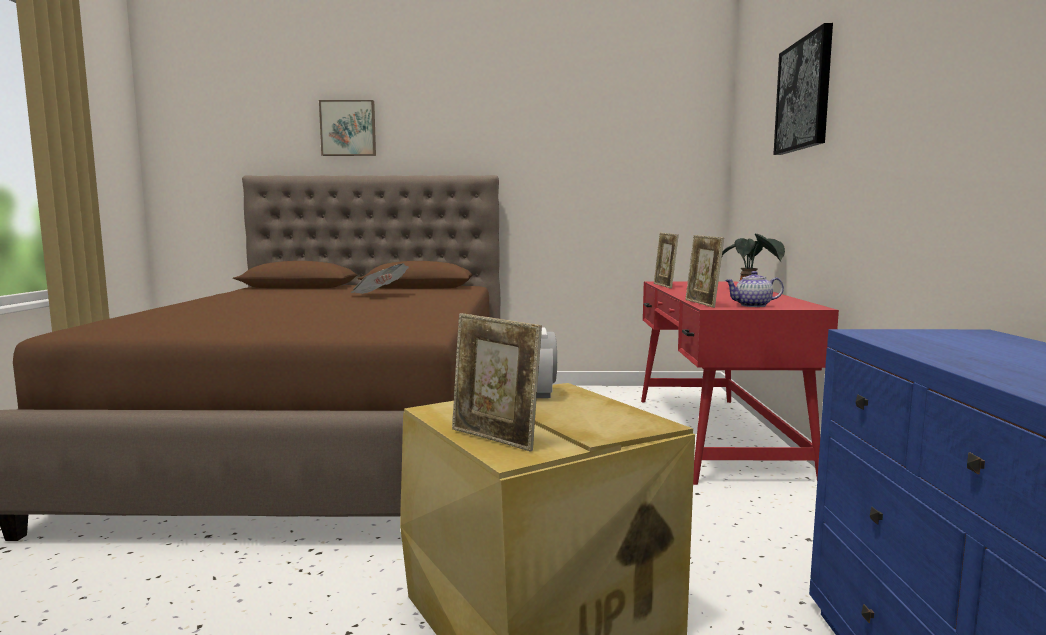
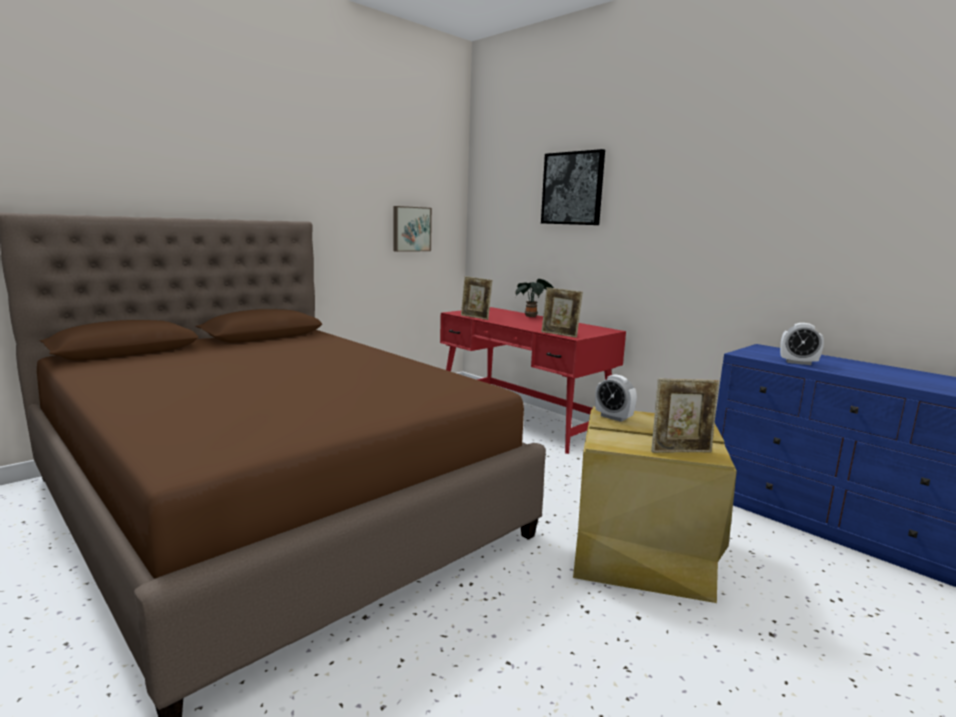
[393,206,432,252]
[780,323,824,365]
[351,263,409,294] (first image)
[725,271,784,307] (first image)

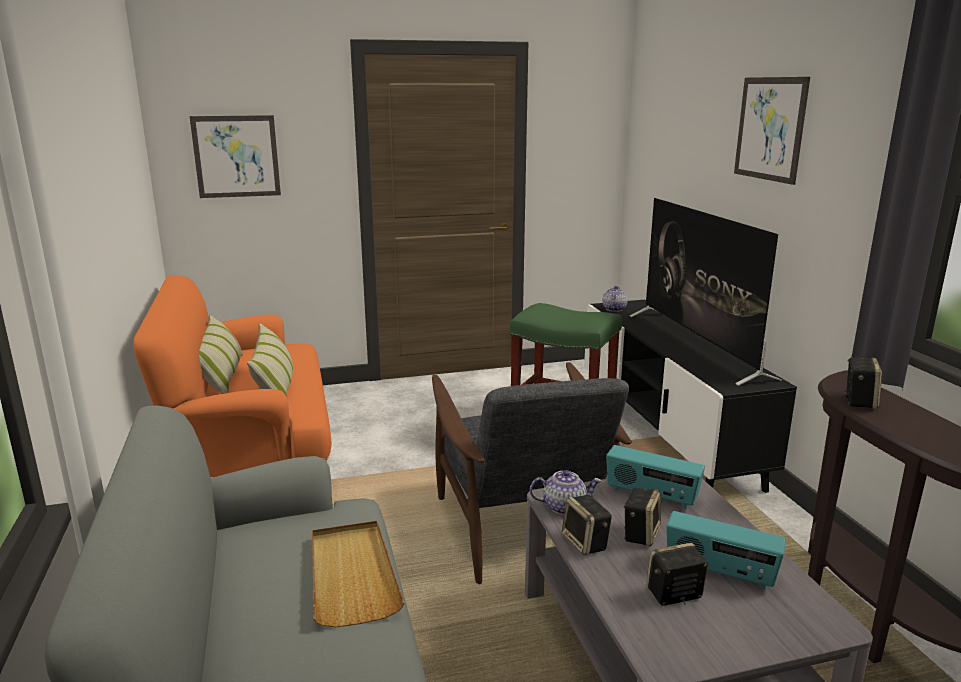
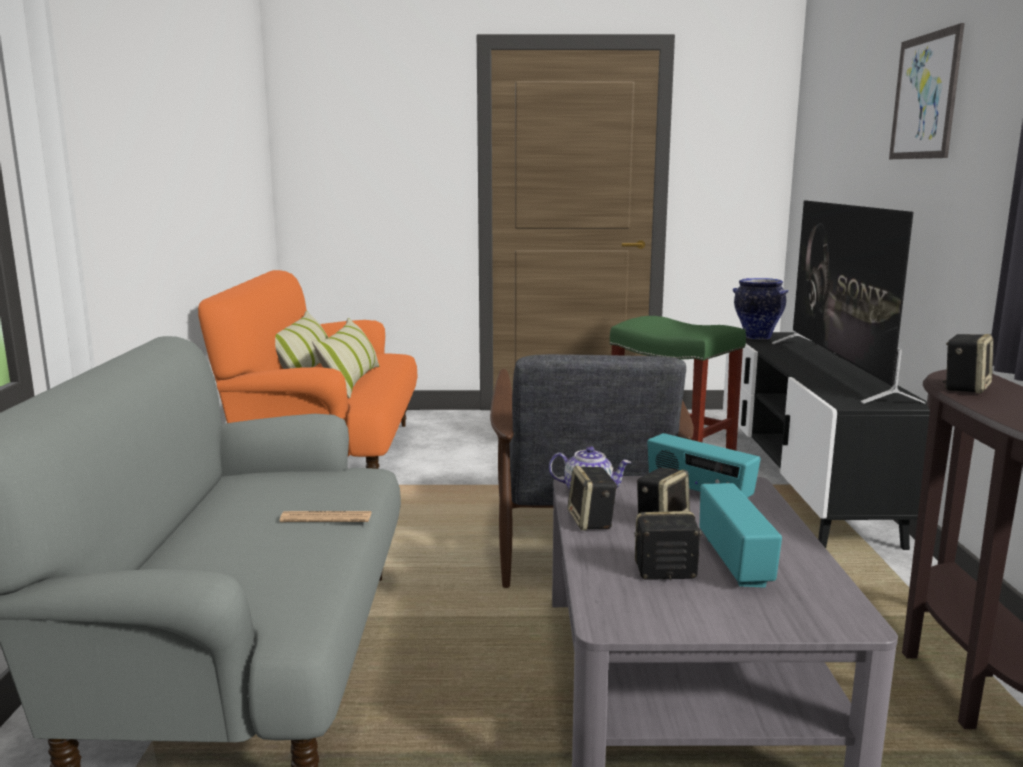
[280,511,371,522]
[700,483,782,588]
[733,278,788,340]
[190,115,281,198] (first image)

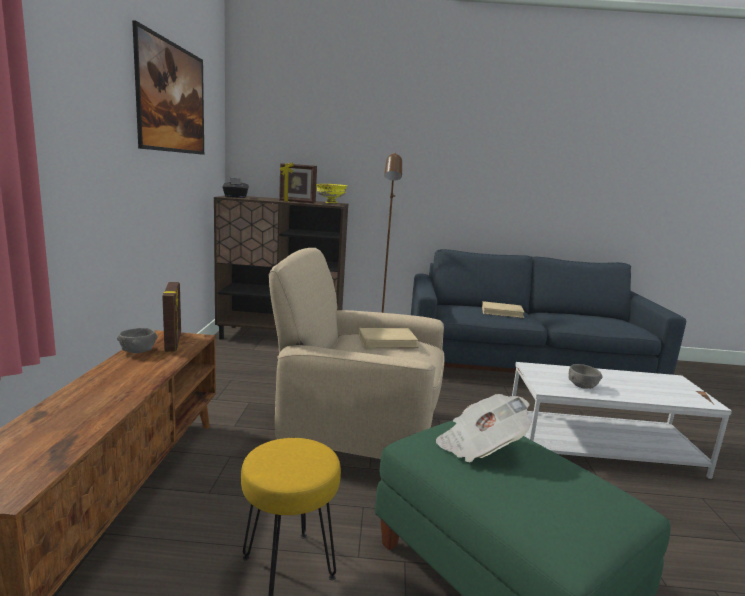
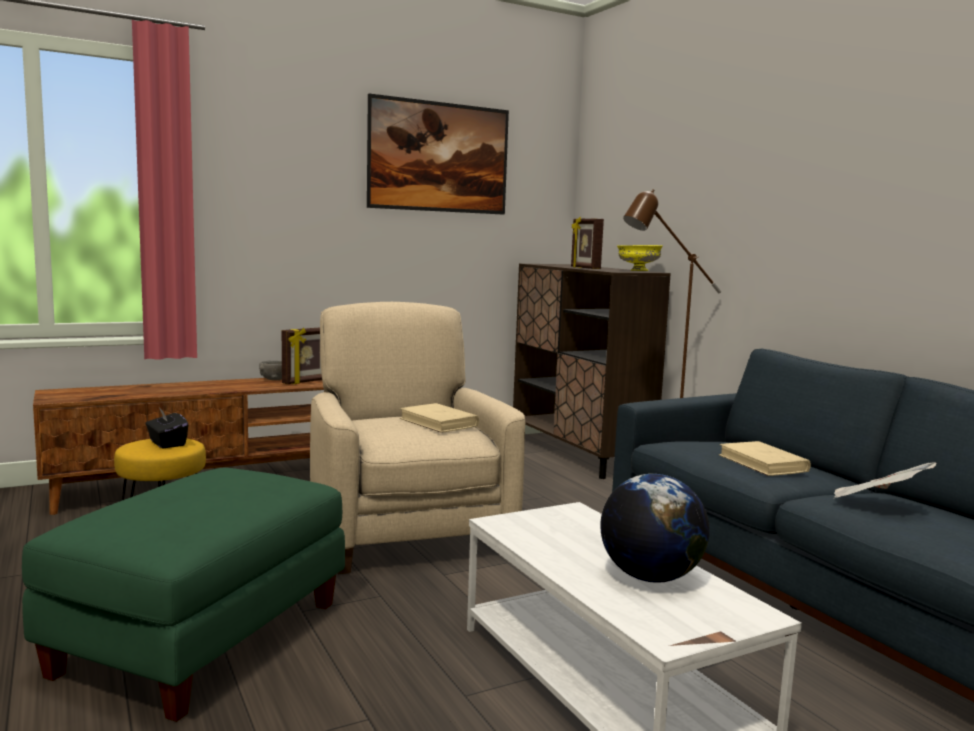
[146,408,188,449]
[600,474,710,583]
[833,462,937,499]
[569,364,602,389] (first image)

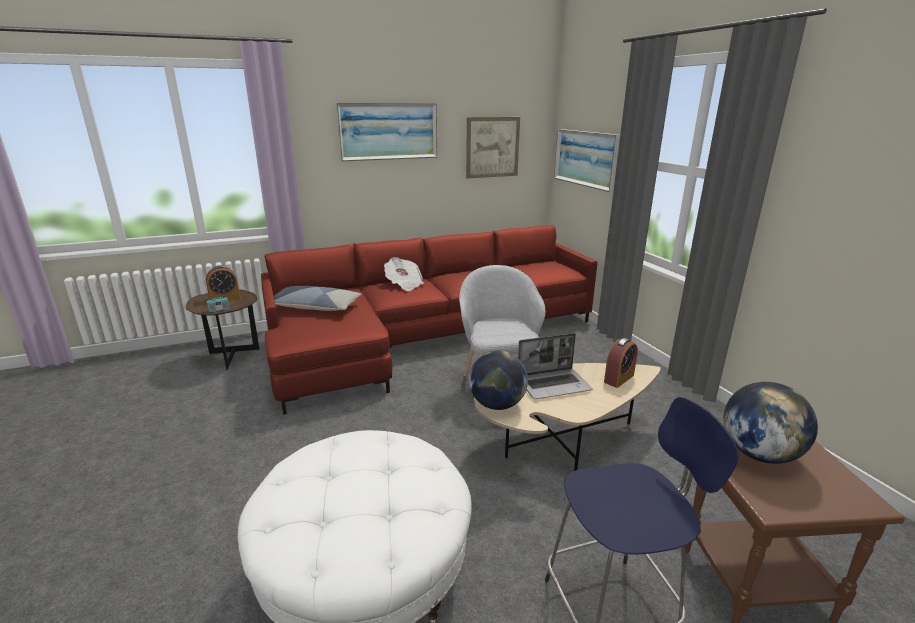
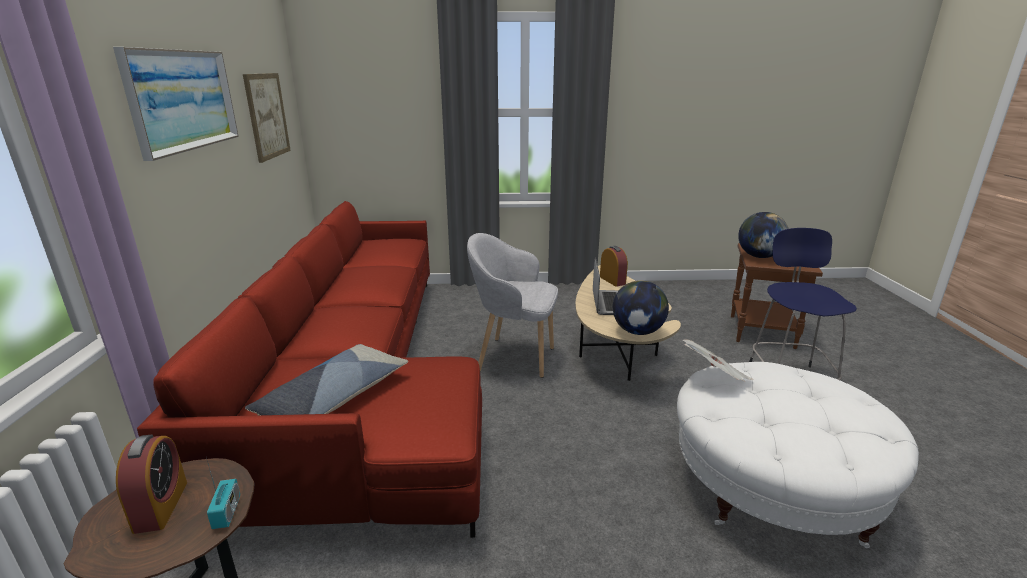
[682,339,754,382]
[554,129,620,192] (first image)

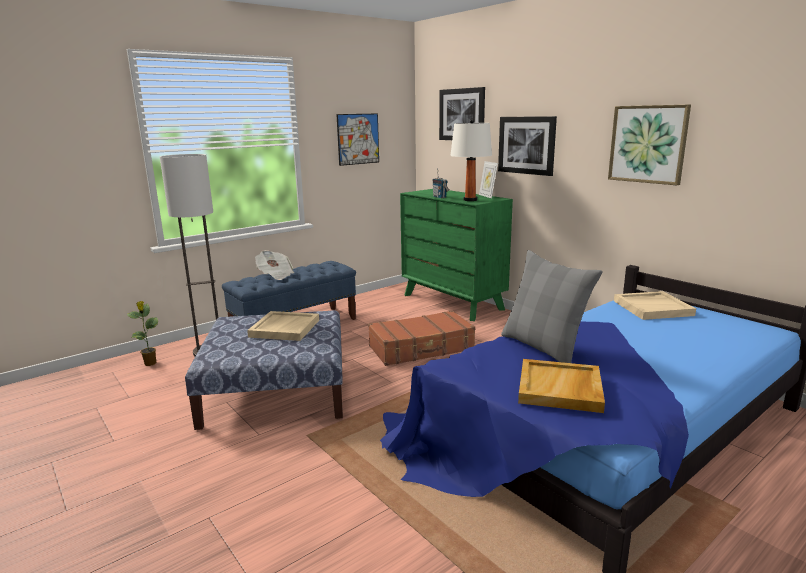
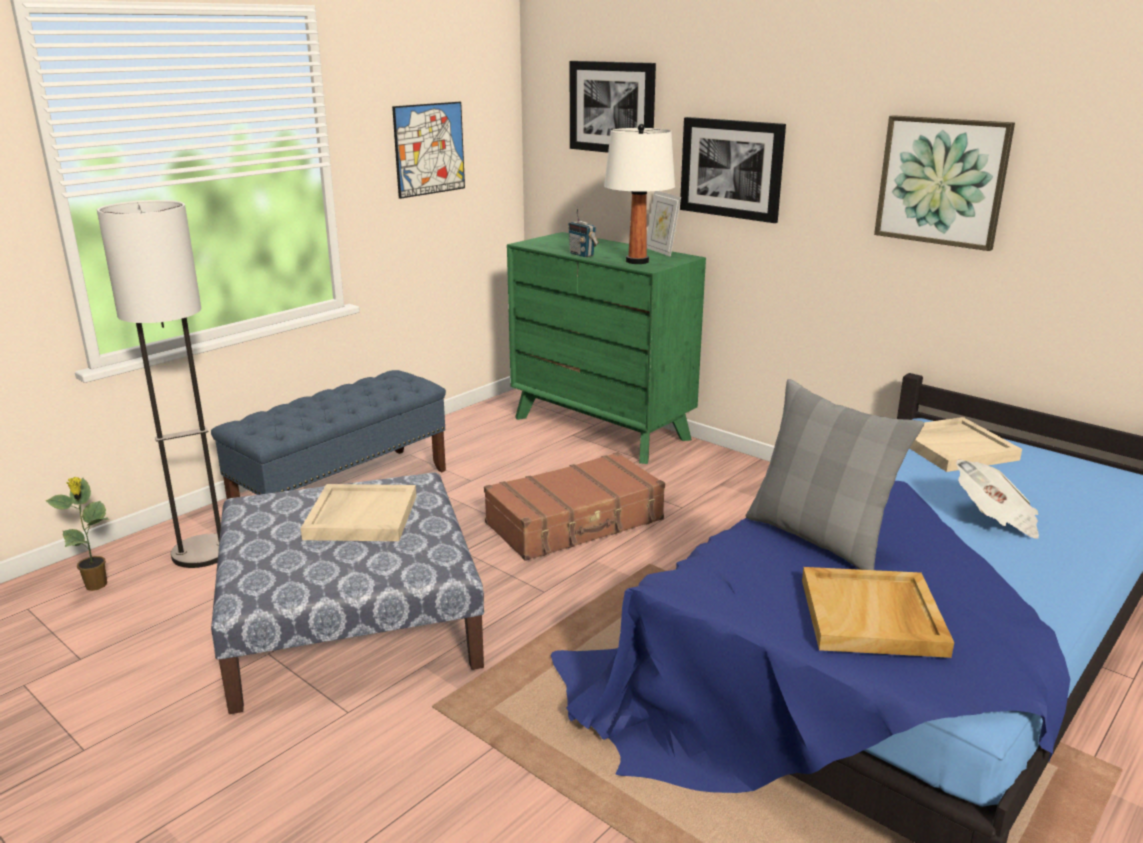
[956,459,1039,539]

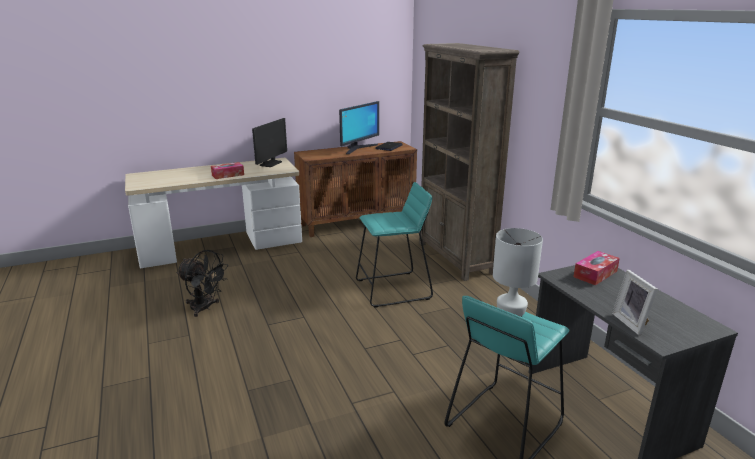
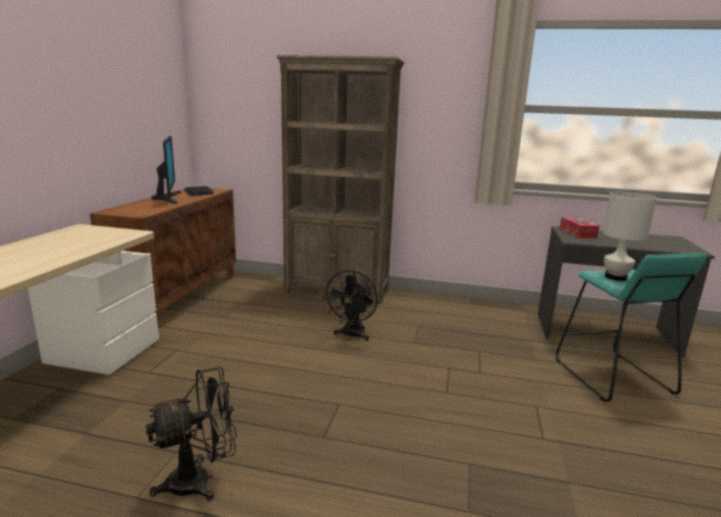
[322,270,378,341]
[211,162,244,179] (first image)
[252,118,287,167] (first image)
[612,270,658,335] (first image)

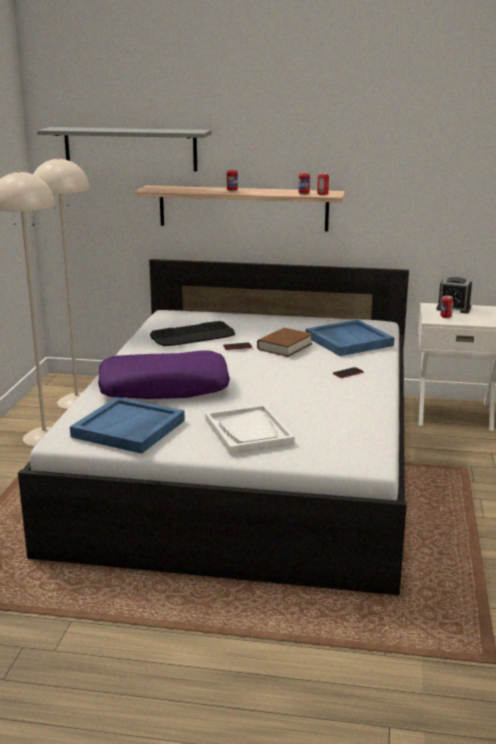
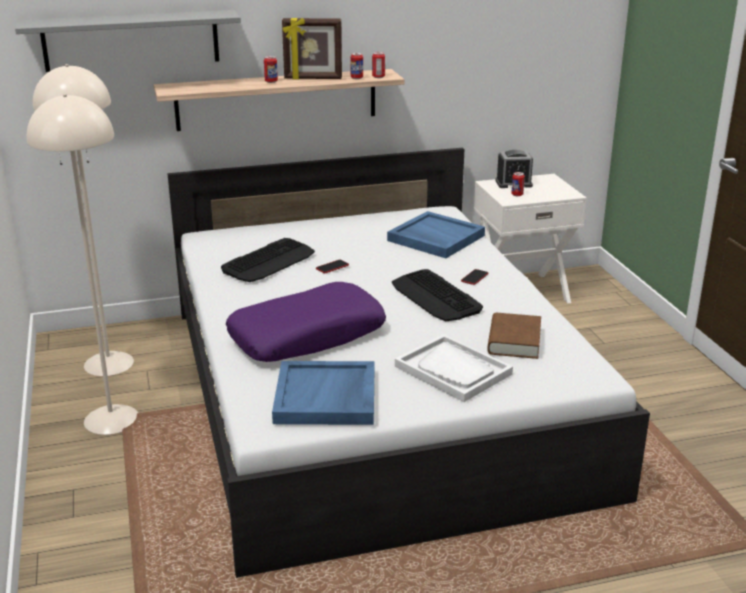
[282,18,342,80]
[392,269,483,321]
[487,313,541,359]

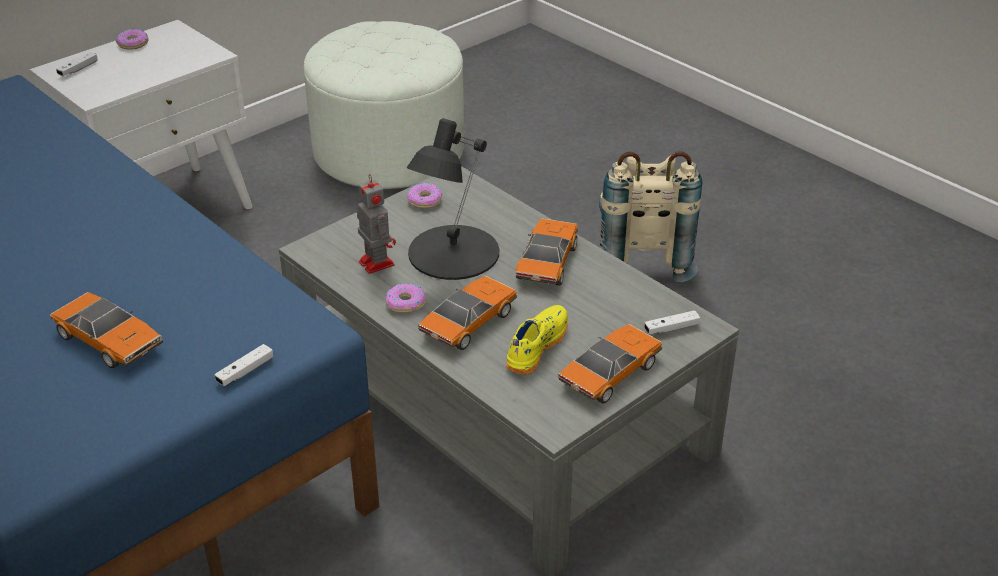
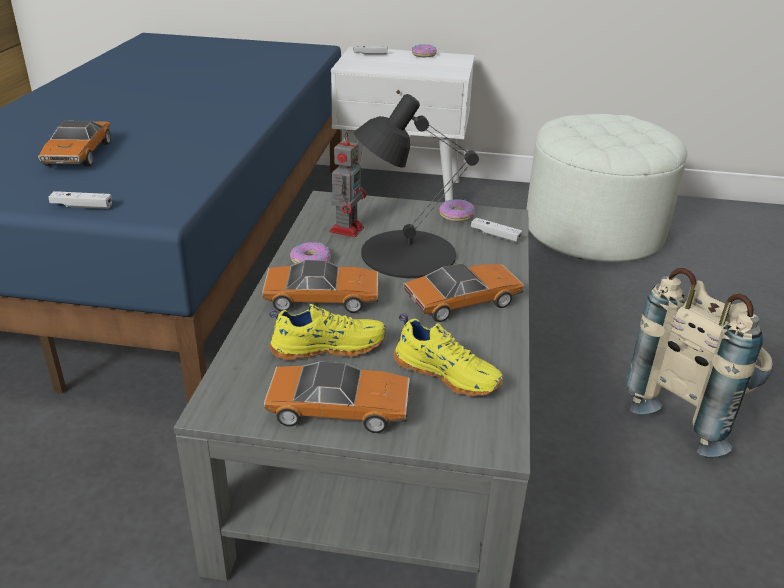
[394,313,503,396]
[471,217,522,243]

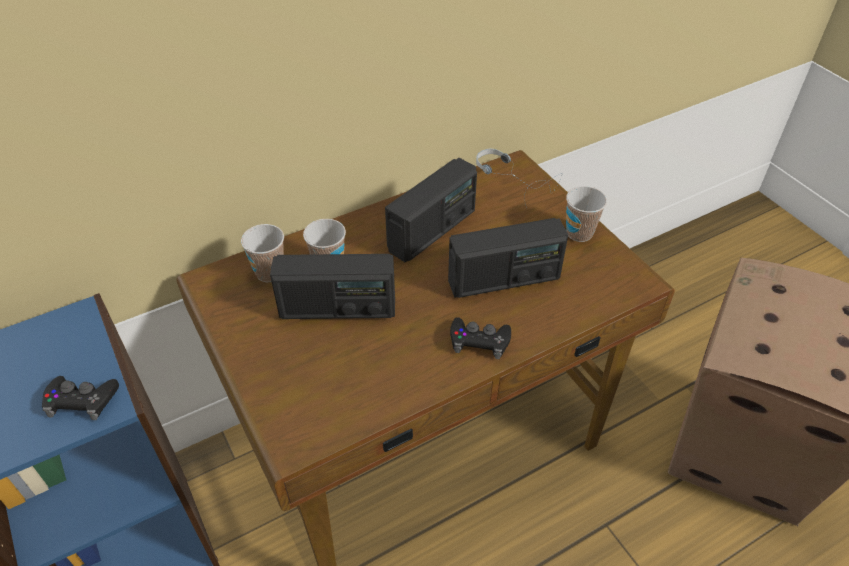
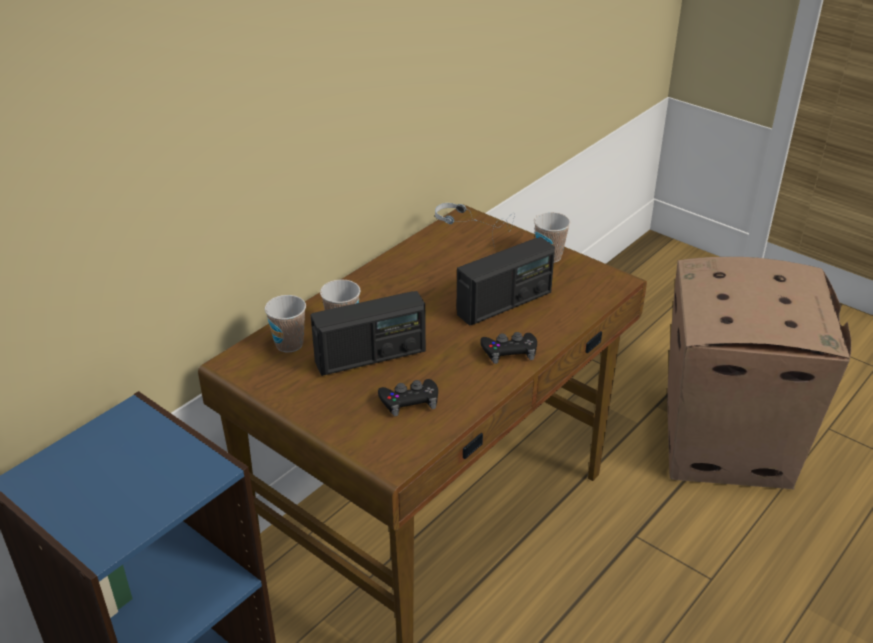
[378,379,438,416]
[385,158,477,262] (first image)

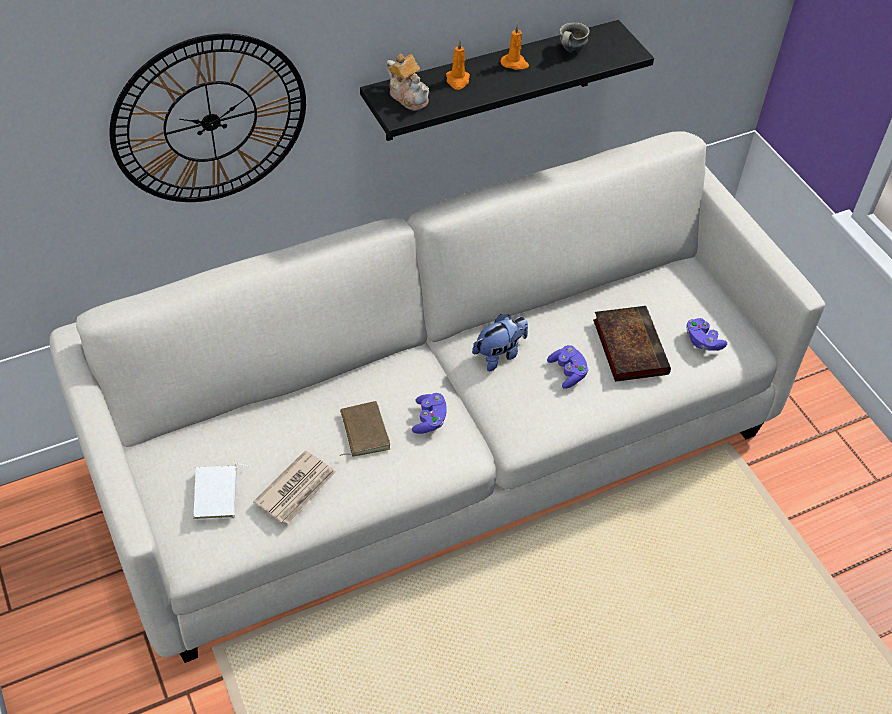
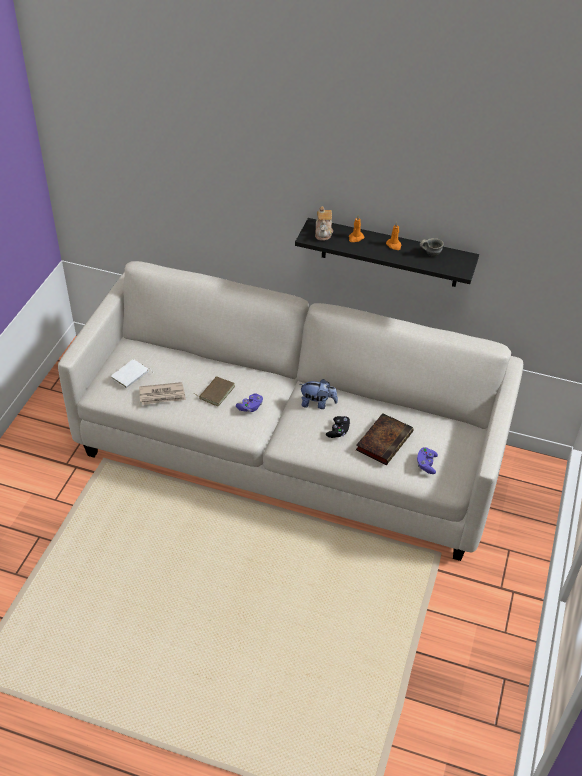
[326,416,350,438]
[109,34,306,202] (first image)

